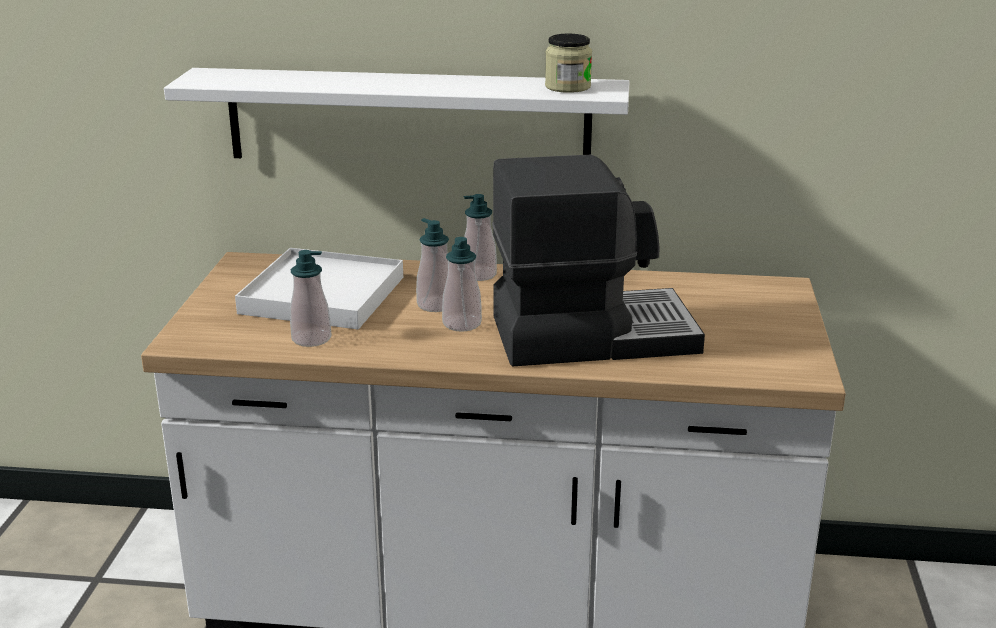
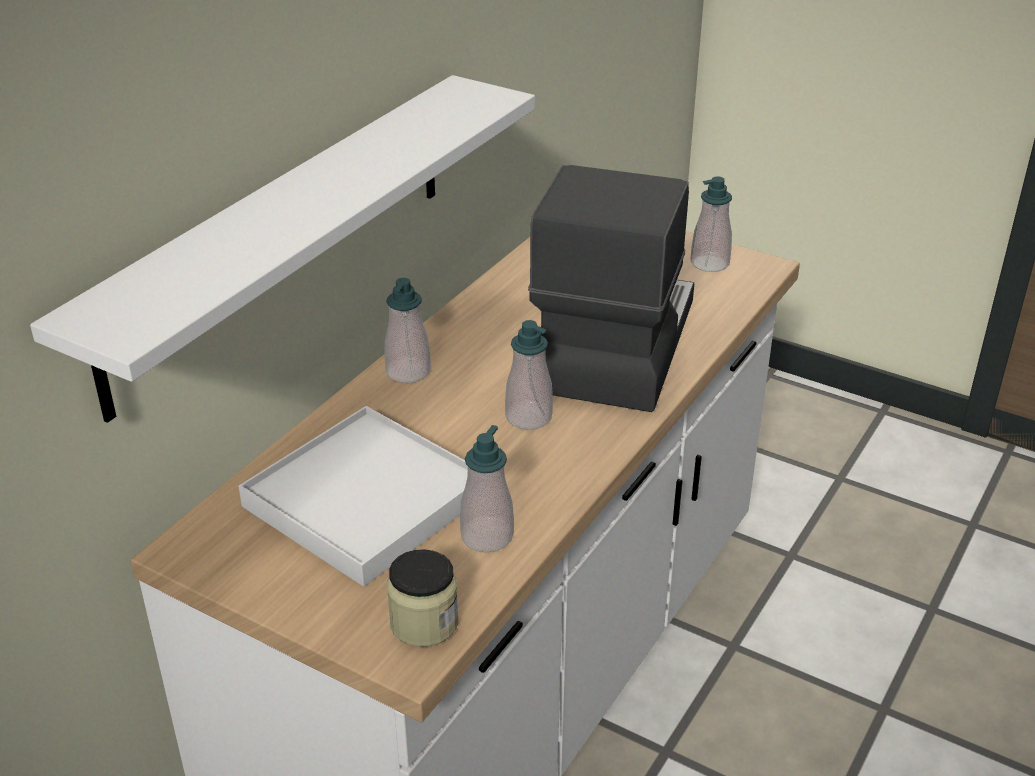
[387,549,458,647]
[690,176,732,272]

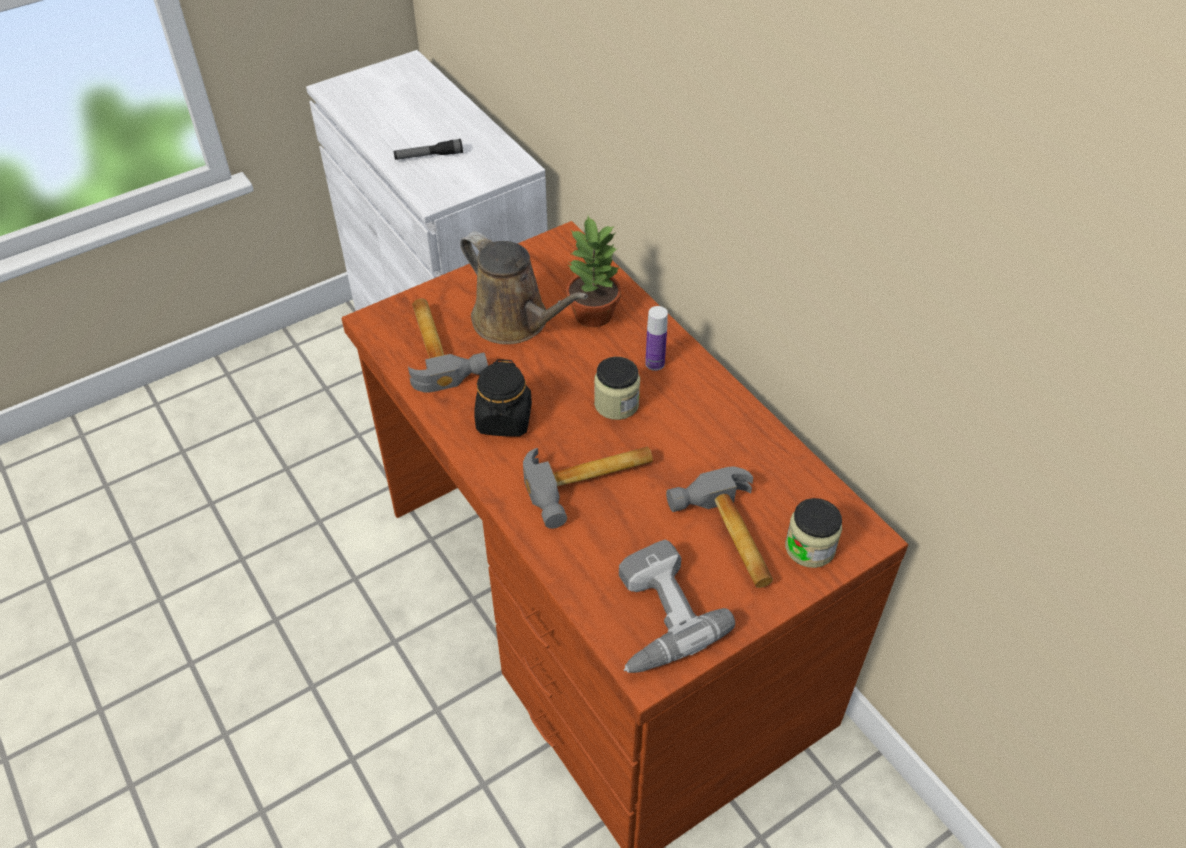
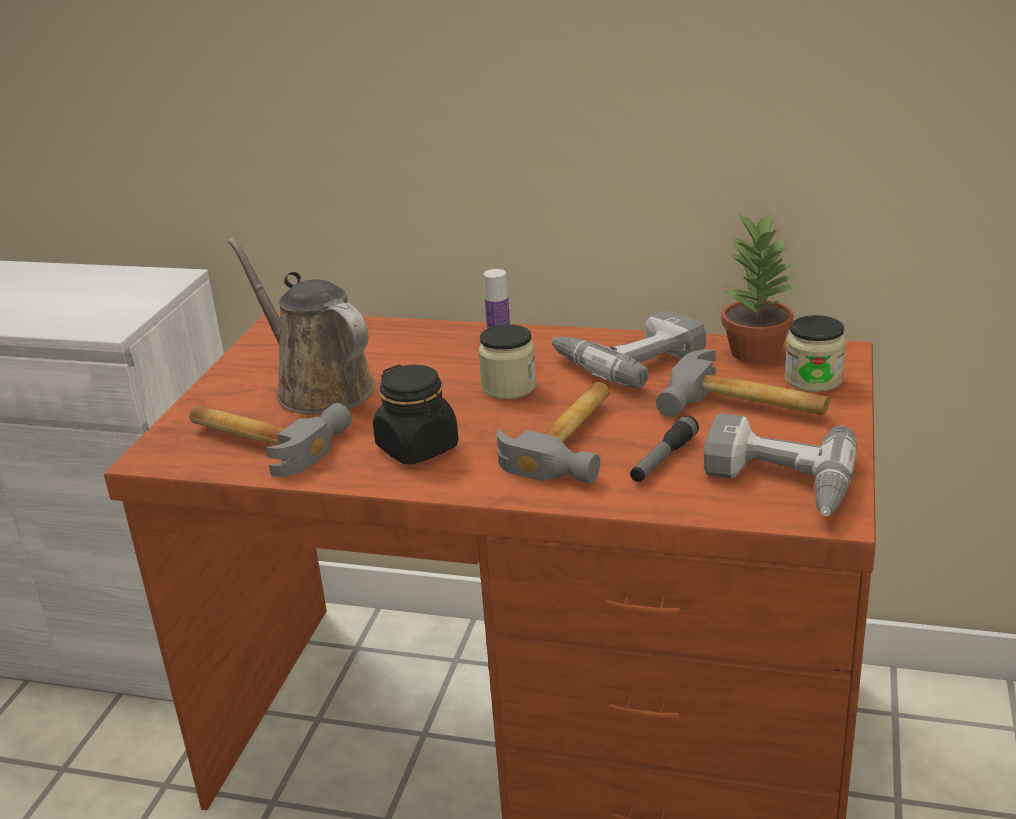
[228,238,375,414]
[552,310,706,388]
[630,415,699,482]
[721,213,797,363]

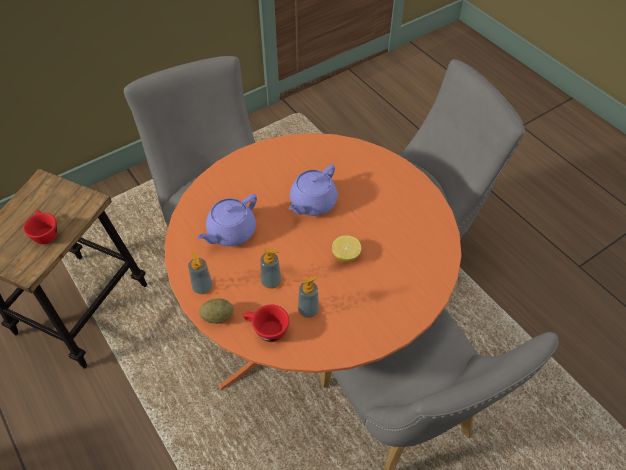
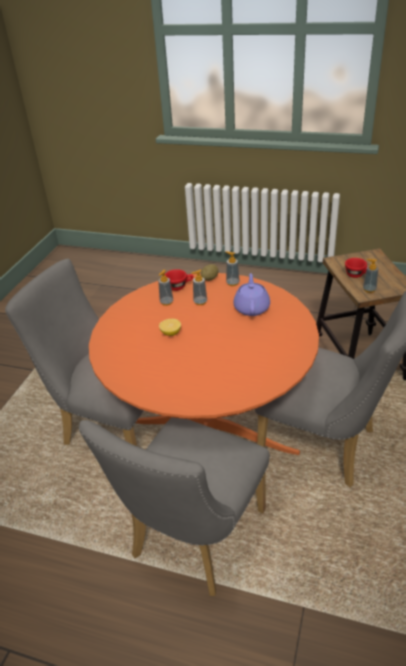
[363,259,378,293]
[289,165,338,216] (first image)

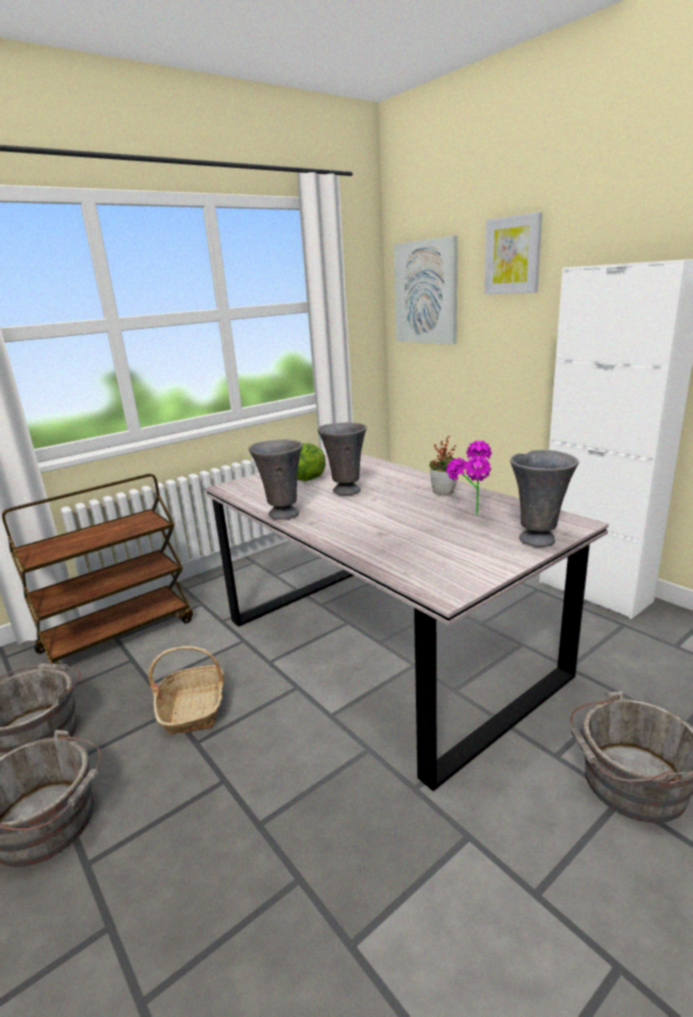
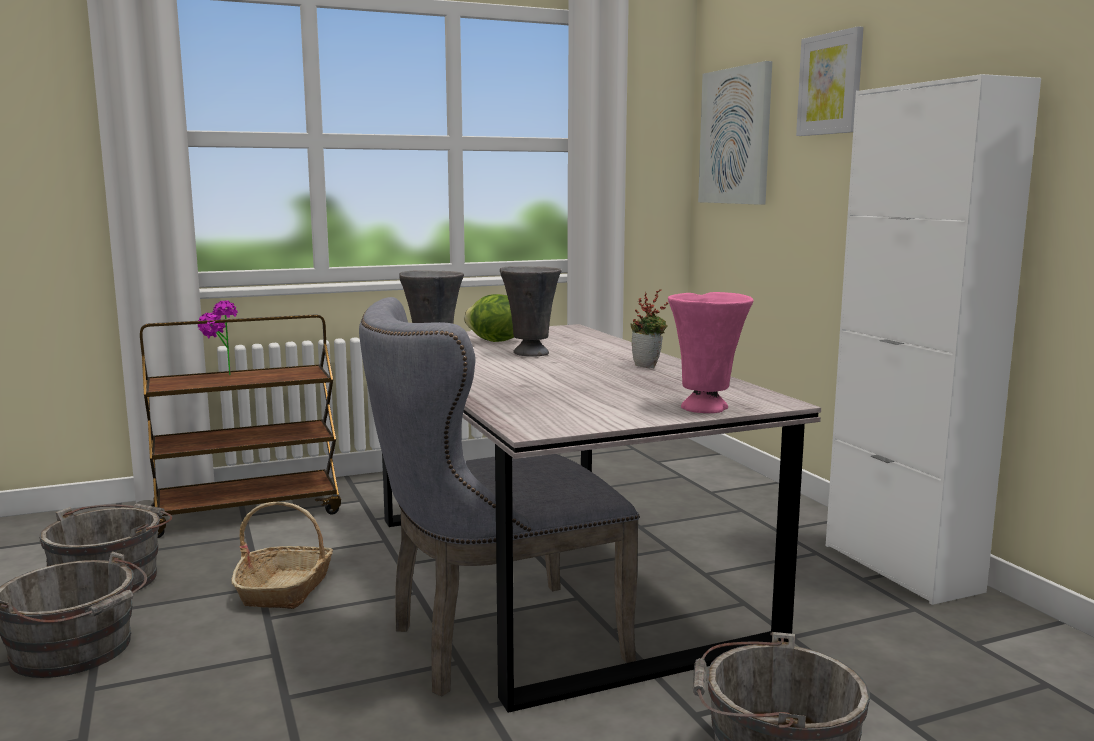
[198,301,238,375]
[359,297,640,696]
[668,292,754,413]

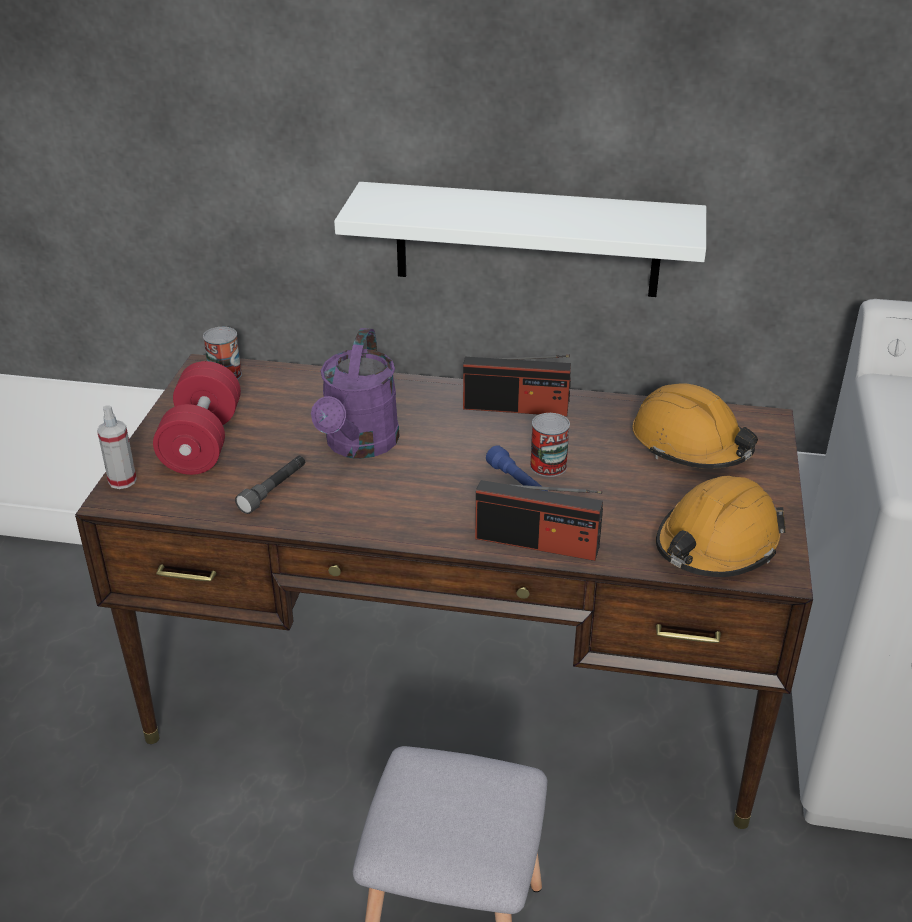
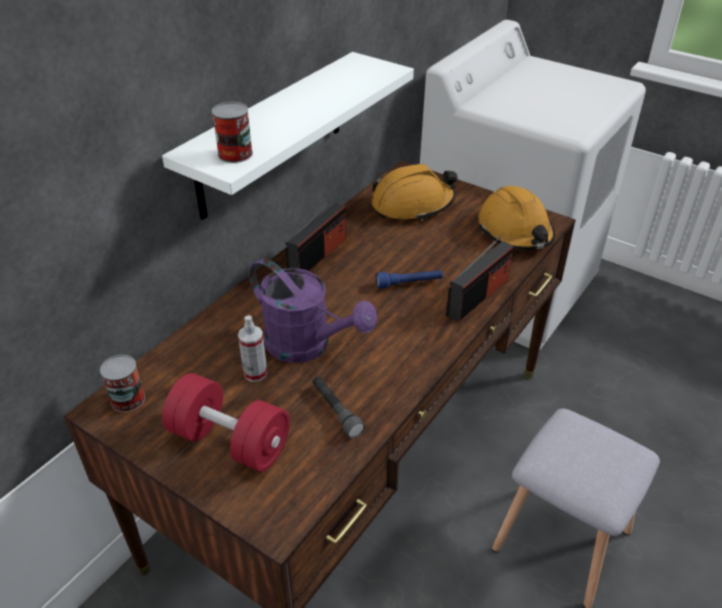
[212,102,253,163]
[238,315,267,382]

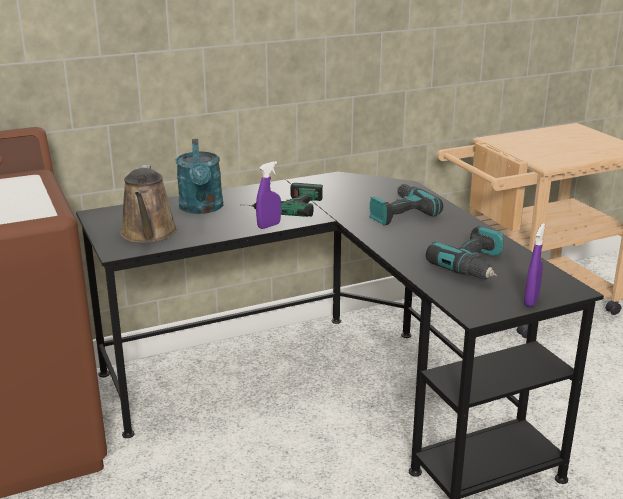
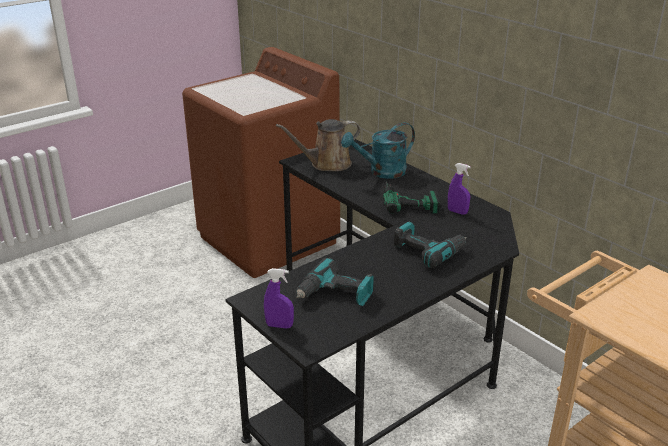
[448,163,471,215]

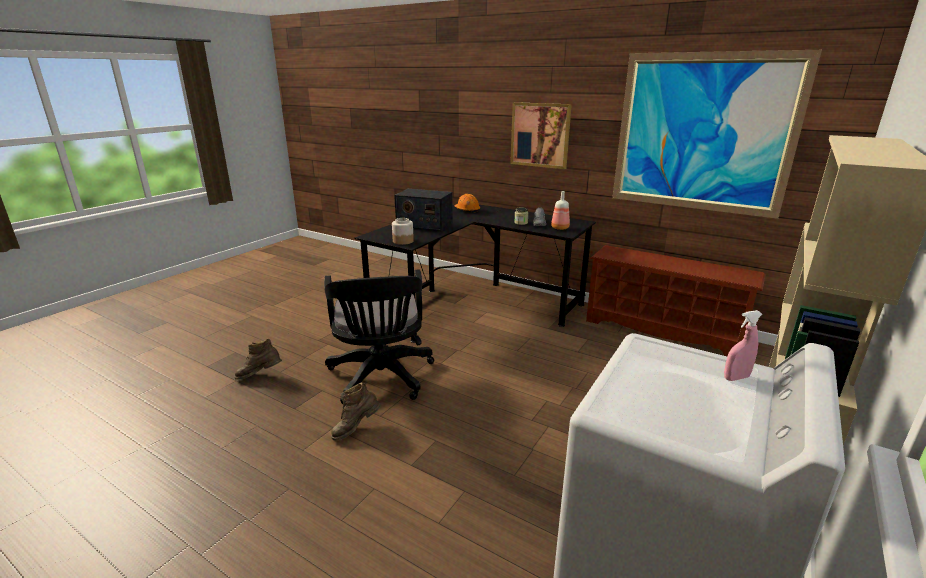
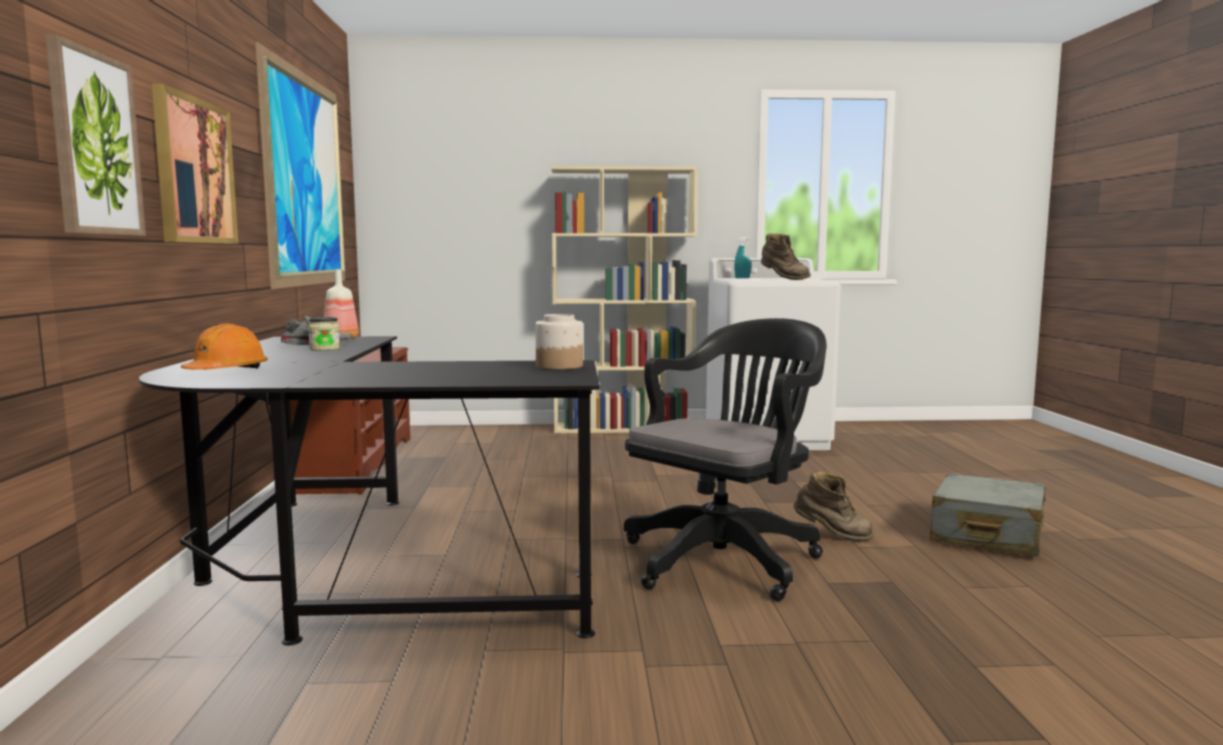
[45,34,146,236]
[734,237,751,278]
[761,233,811,280]
[930,473,1046,557]
[394,189,453,232] (first image)

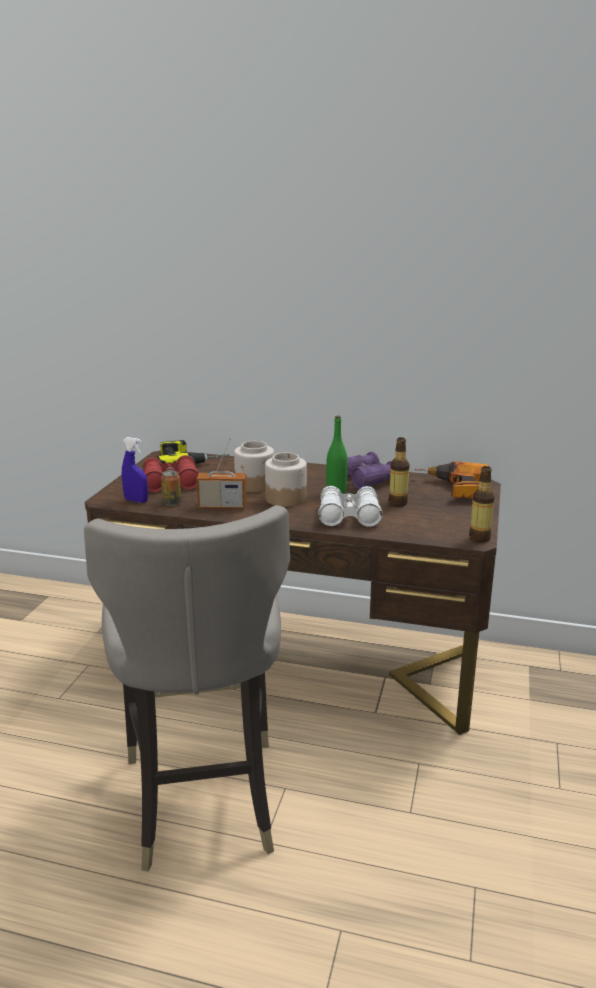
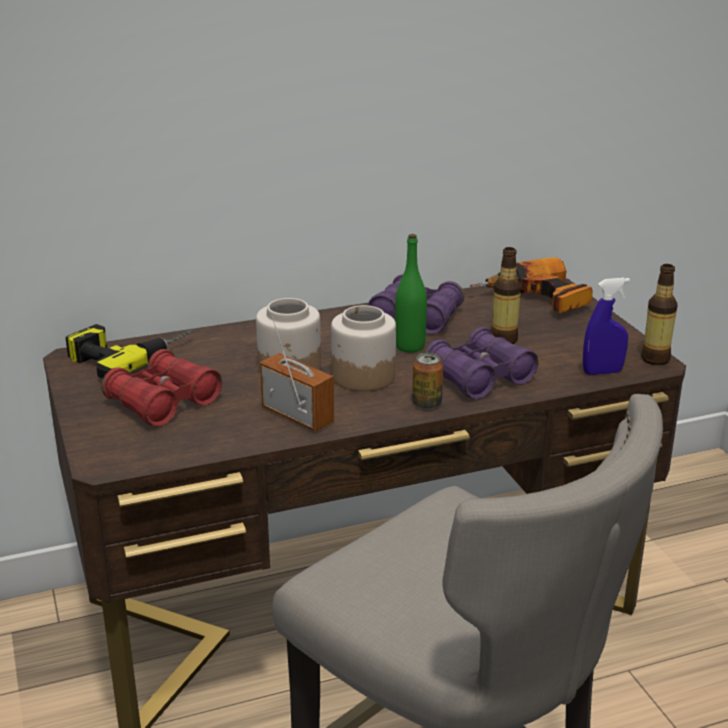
[260,316,334,432]
[412,353,443,409]
[424,327,539,399]
[583,277,630,375]

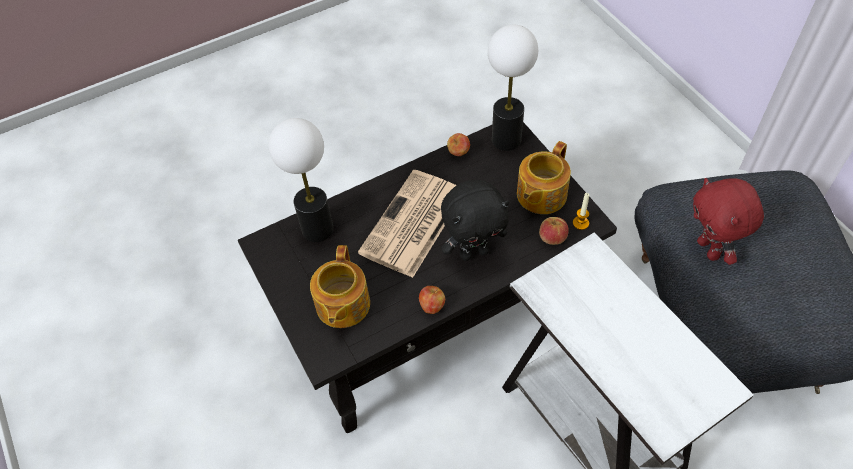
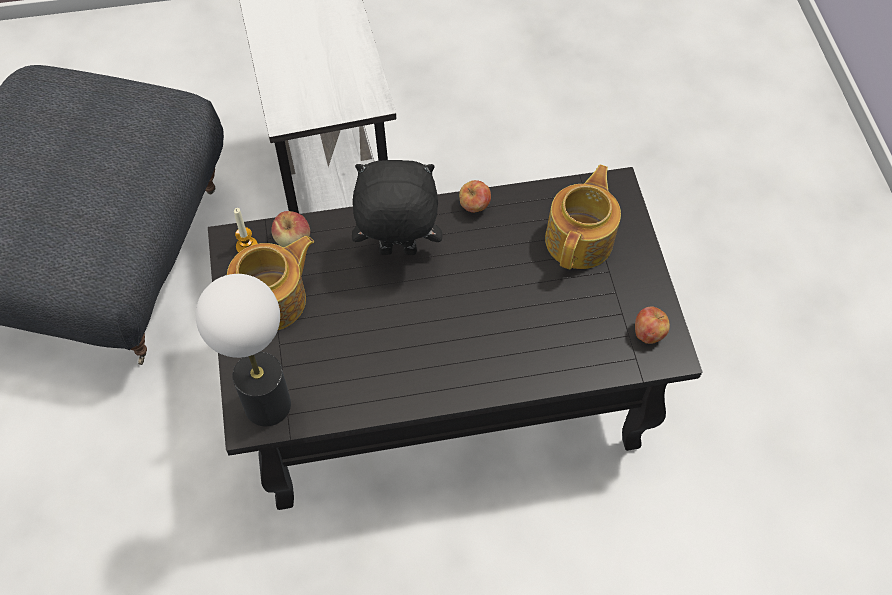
[635,306,670,344]
[268,118,334,242] (first image)
[358,170,457,278] (first image)
[693,178,764,265] (first image)

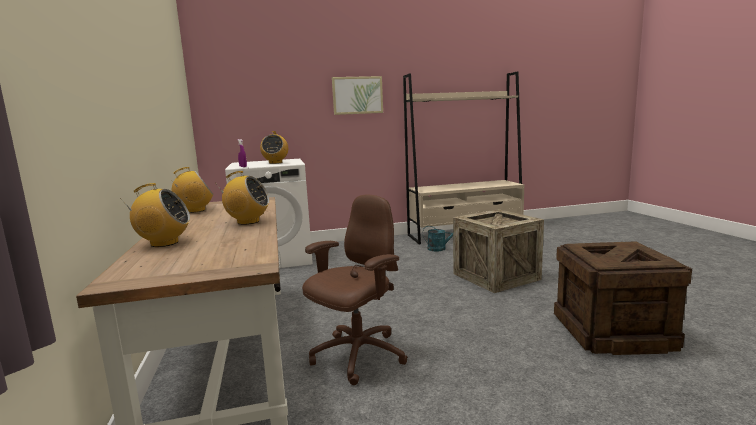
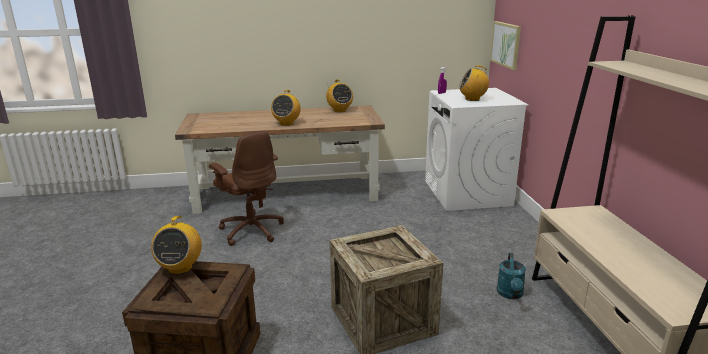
[151,216,202,275]
[490,21,521,70]

